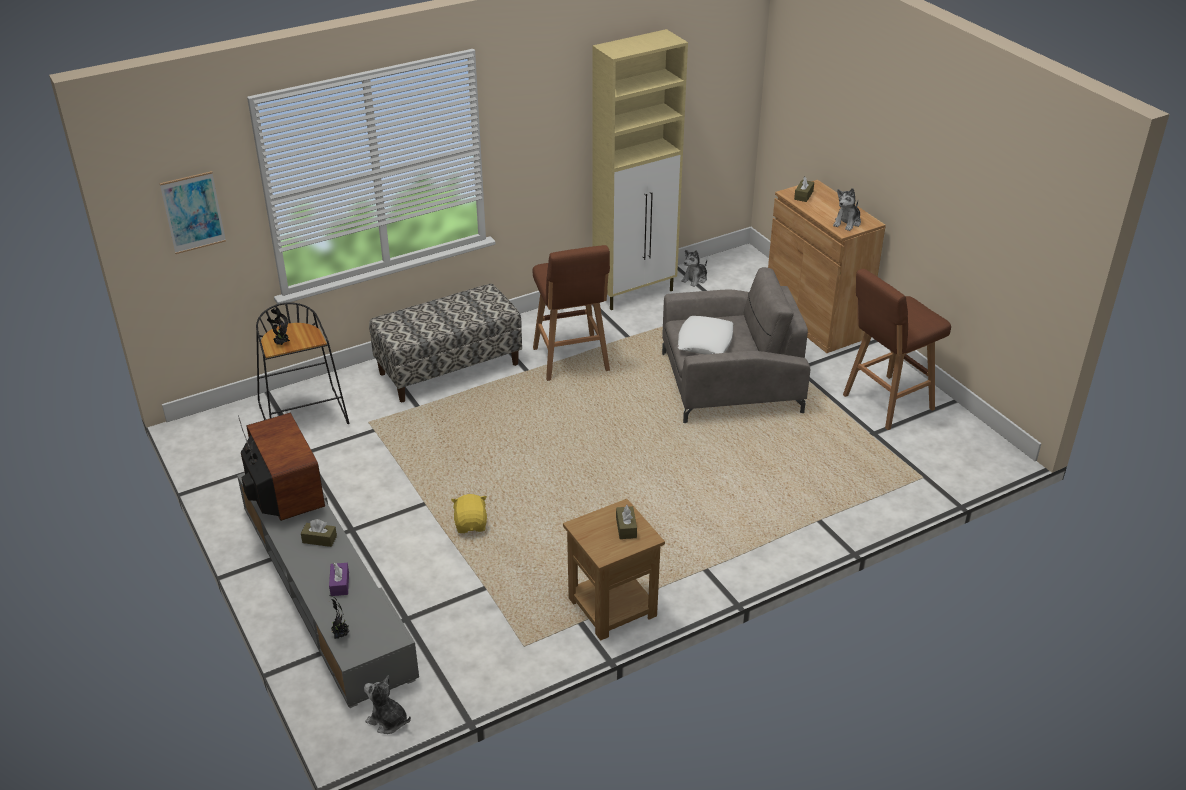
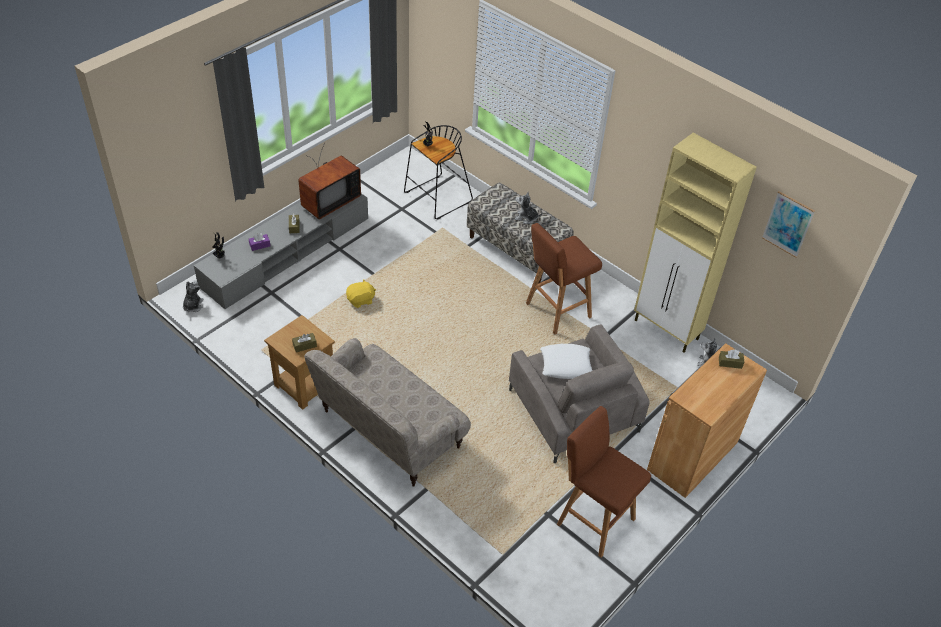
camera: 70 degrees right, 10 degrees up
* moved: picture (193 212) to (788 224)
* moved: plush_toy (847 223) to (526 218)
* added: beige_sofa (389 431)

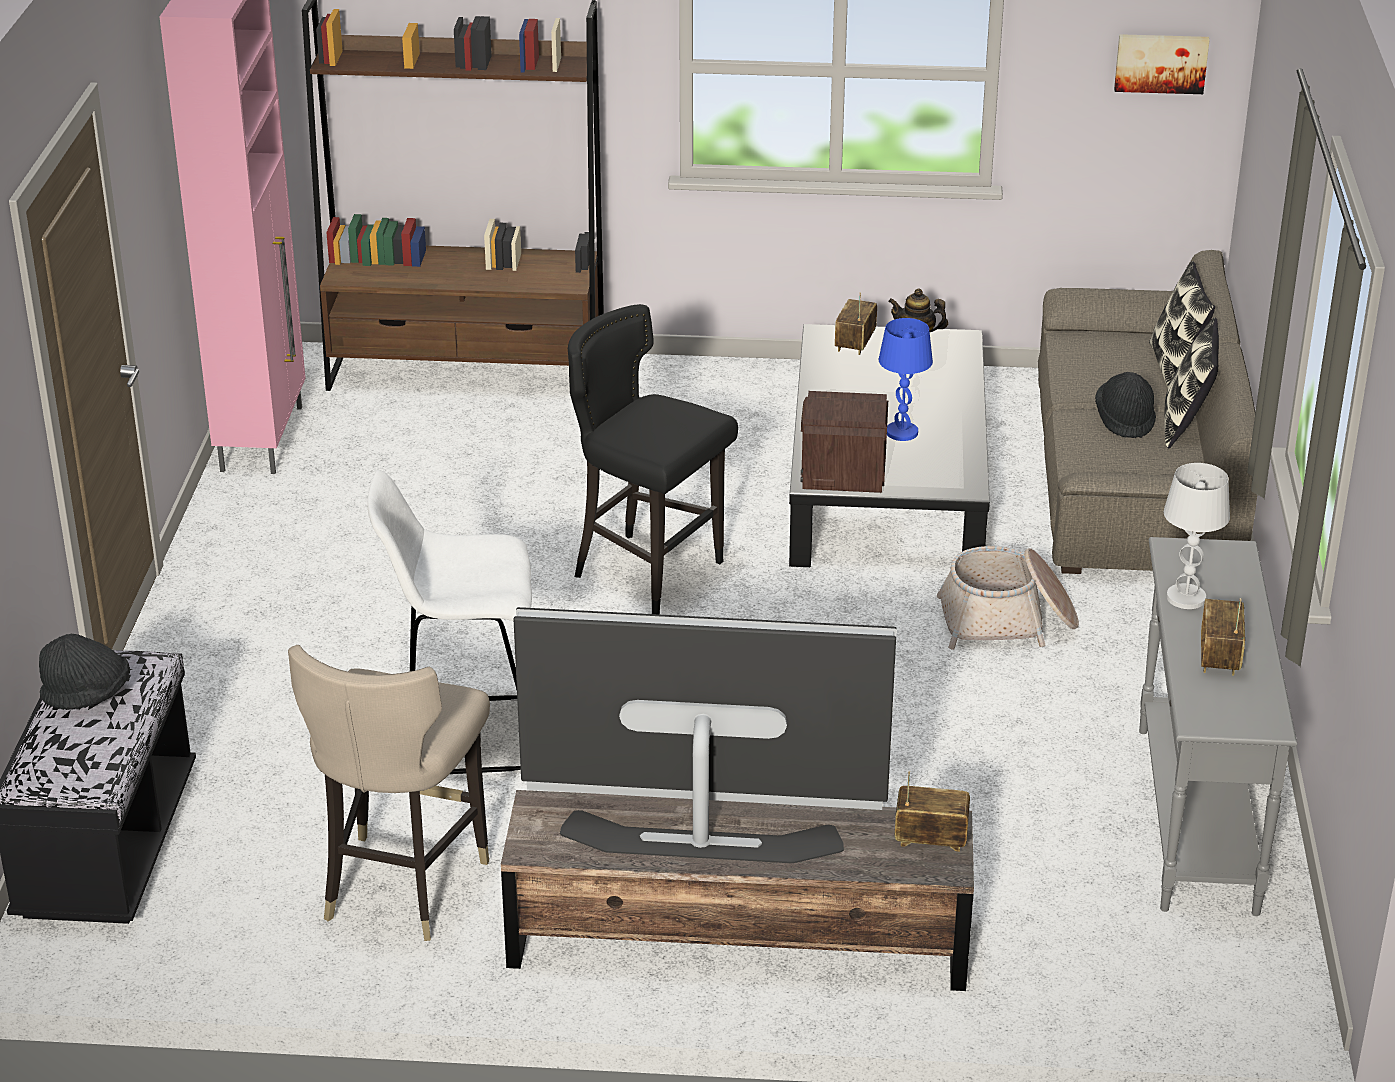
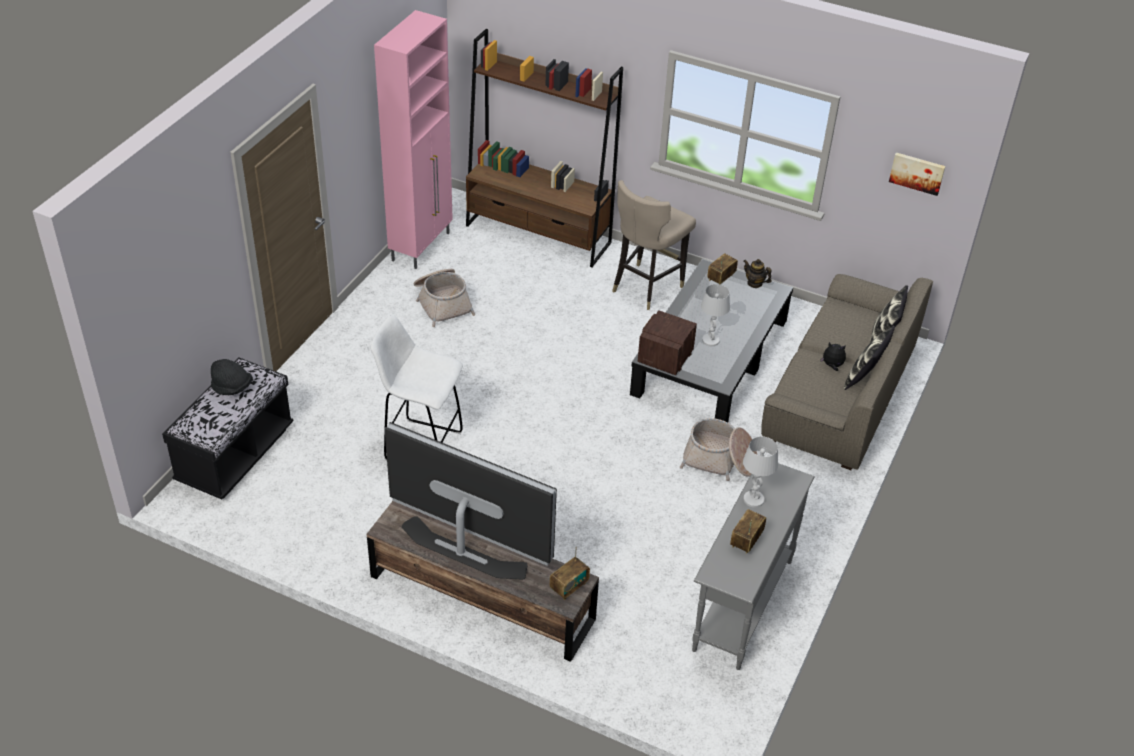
camera: 20 degrees right, 10 degrees up
* removed: black_stool (649 573)
* recoloured: blue_table_lamp (901 432) to white_table_lamp (710 340)
* replaced: black_hat (1125 420) to plush_toy (832 366)
* moved: beige_stool (402 885) to (646 287)
* turned: radio (930 839) = (569 586) 105 degrees clockwise
* added: basket (442 303)

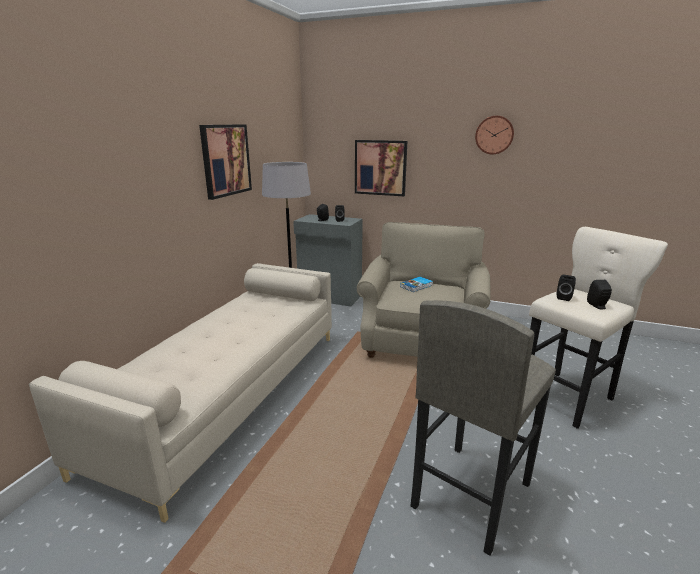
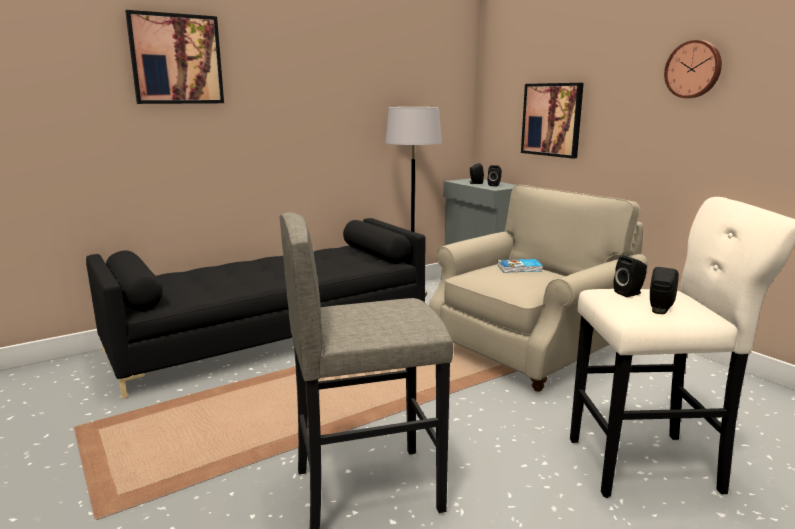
camera: 35 degrees right, 5 degrees down
* moved: picture (225 160) to (176 59)
* recoloured: beige_sofa (229 392) to black_sofa (273 335)

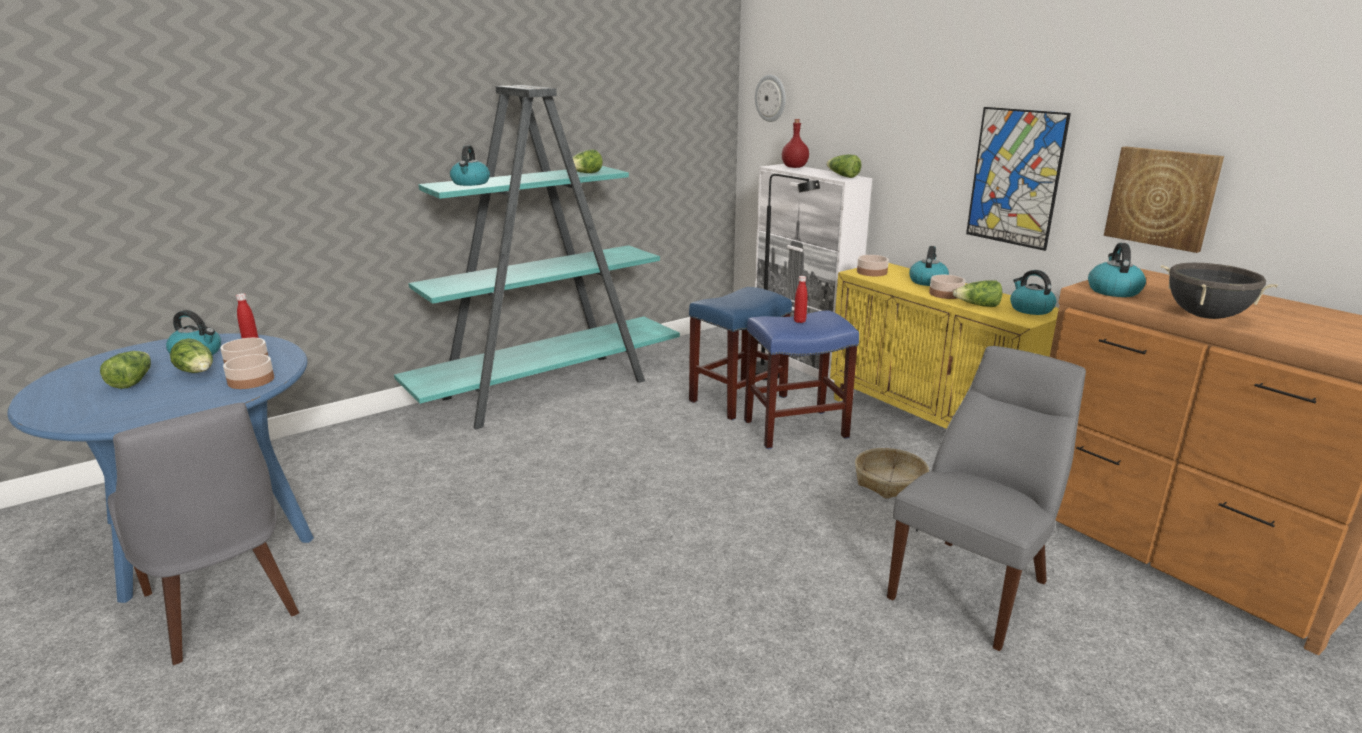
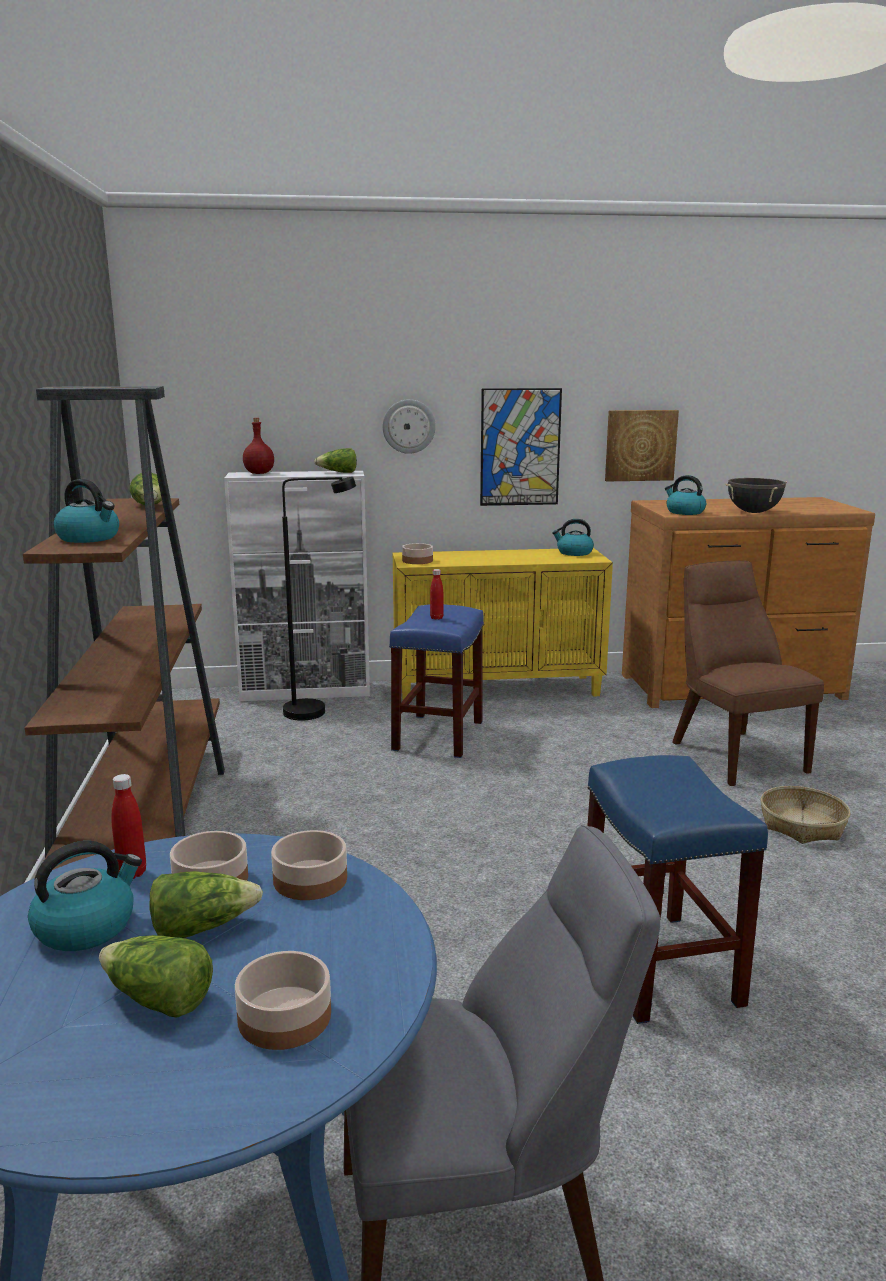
camera: 60 degrees left, 5 degrees down
* moved: wall_clock (771 98) to (408 426)
* recoloured: turquoise_bookcase (549 389) to brown_bookcase (147 830)
* removed: kettle (927 281)
* moved: bowl (946 294) to (284 1016)
* removed: lettuce (978 306)
* moved: blue_stool (738 398) to (656 965)
* recoloured: grey_chair (973 586) to brown_chair (734 754)
* moved: basket (889 482) to (801 825)

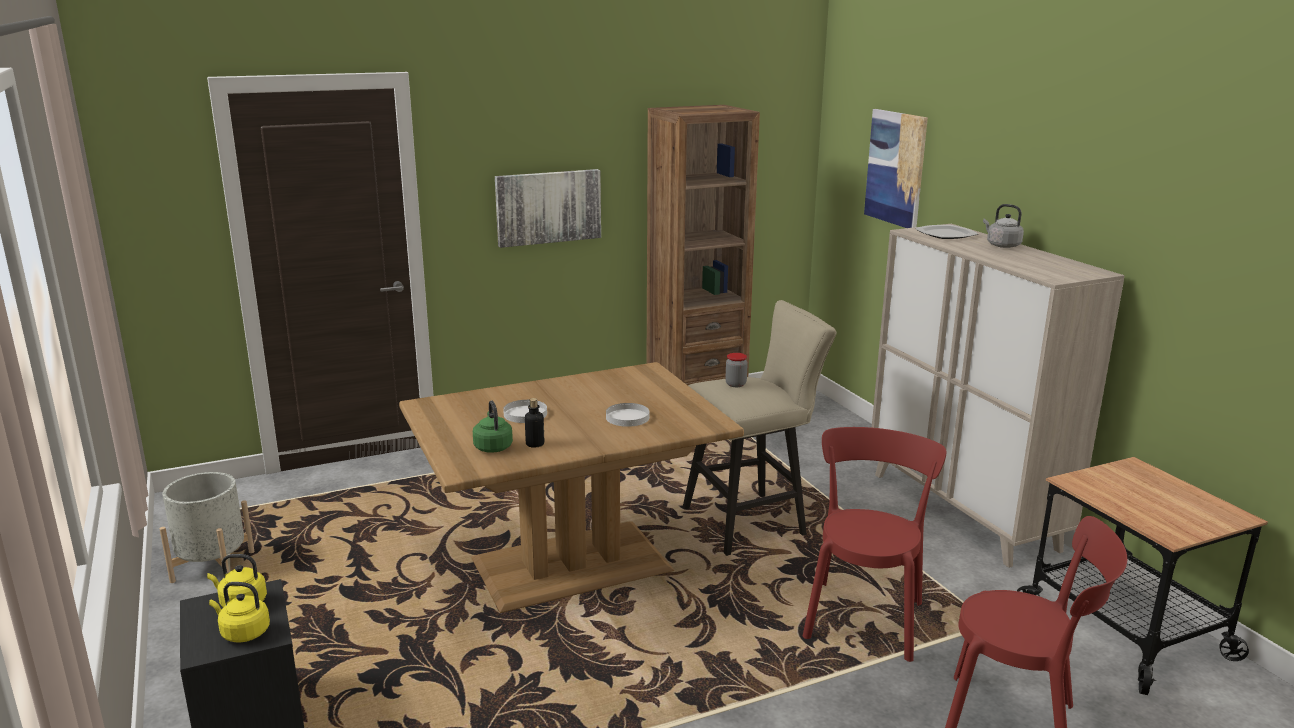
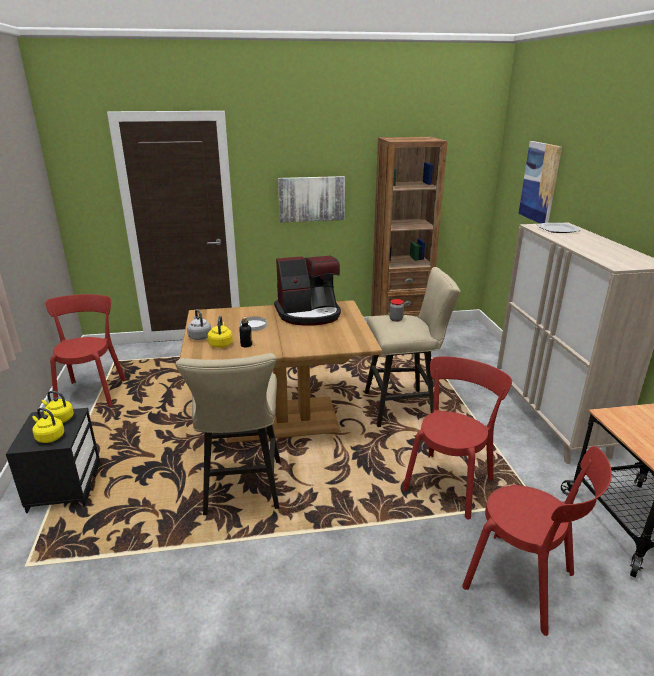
camera: 15 degrees right, 5 degrees up
* moved: grey_kettle (1001 245) to (199 336)
* recoloured: green_kettle (493 446) to yellow_kettle (221 344)
* removed: white_plate (627 417)
* replaced: grey_planter (213 567) to red_chair (92 392)
* added: coffee_machine (309 314)
* added: beige_stool (241 491)

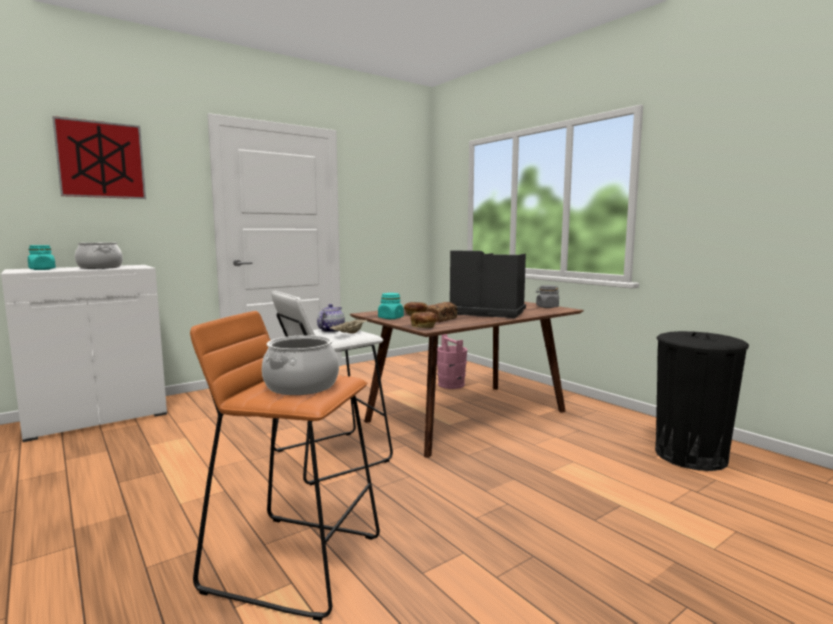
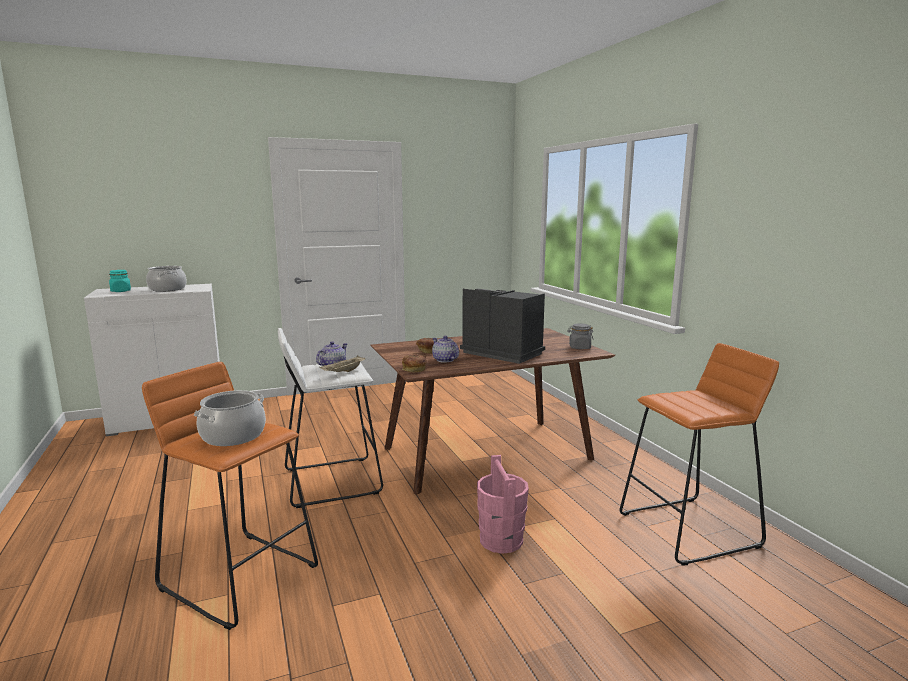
camera: 15 degrees right, 5 degrees up
* removed: picture (101 160)
* removed: turquoise_jar (390 318)
* replaced: bread (441 319) to teapot (445 360)
* replaced: black_trash_can (691 456) to orange_stool (689 530)
* moved: pink_bucket (451 385) to (501 540)

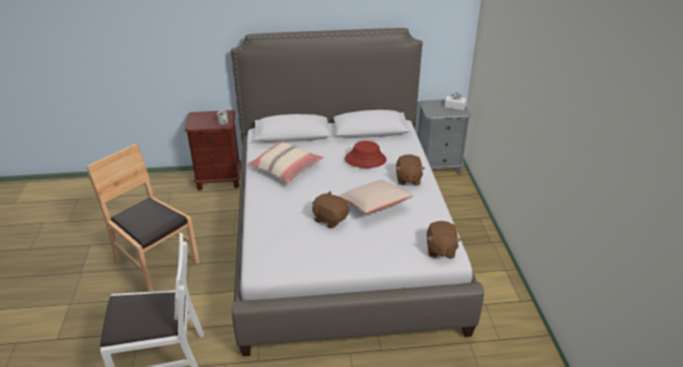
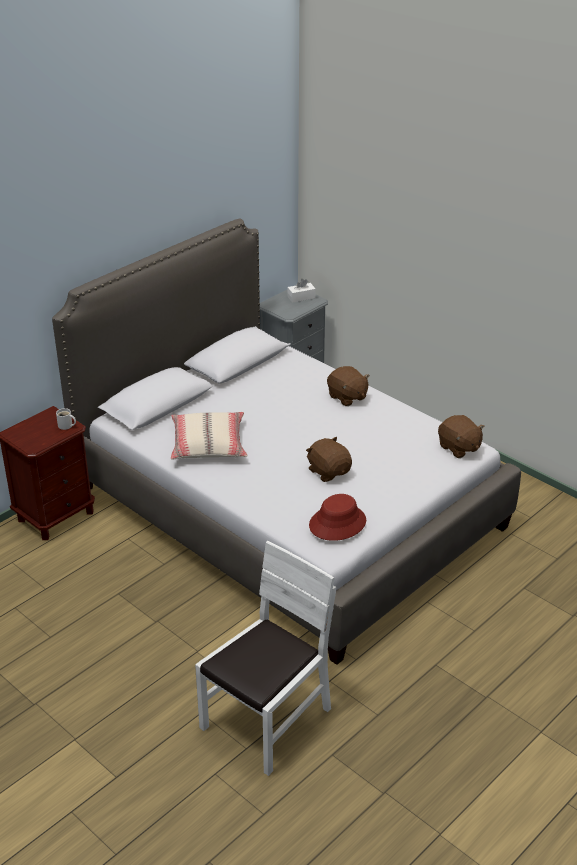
camera: 40 degrees left, 0 degrees up
* moved: red_hat (365 159) to (337 523)
* removed: brown_chair (156 262)
* removed: beige_pillow (374 205)
* turned: brown_plush_toy (330 219) = (329 471) 60 degrees clockwise

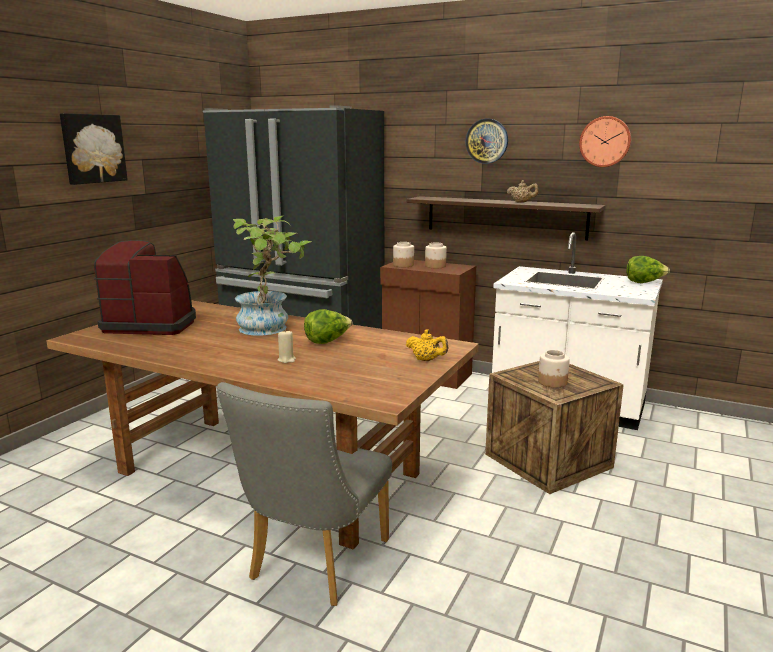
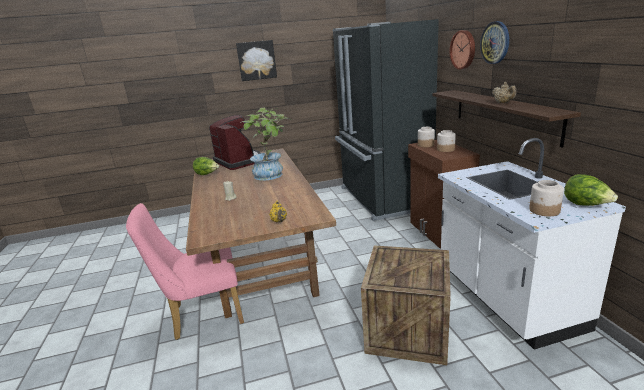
camera: 50 degrees right, 5 degrees up
* moved: wall_clock (605 141) to (463 49)
* moved: lettuce (327 341) to (207 174)
* moved: jar (552 382) to (544 211)
* recoloured: grey_chair (314 565) to pink_chair (202 315)

